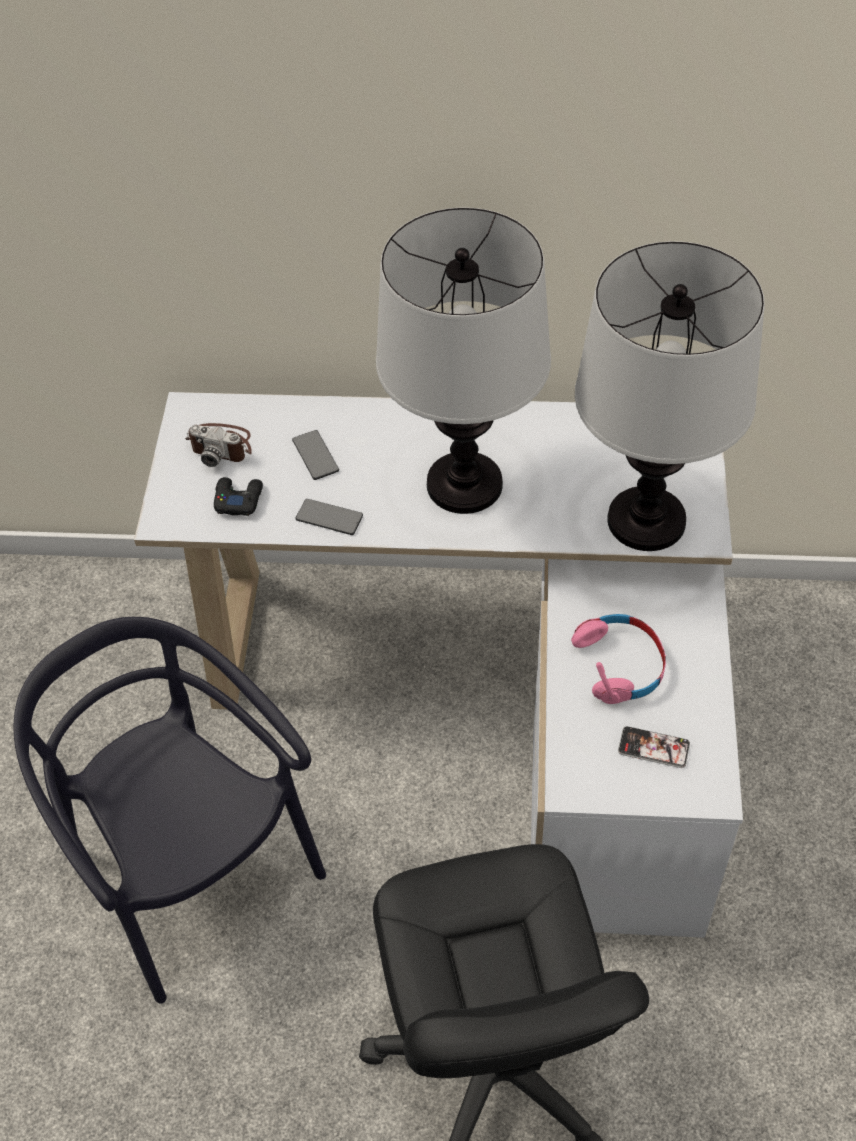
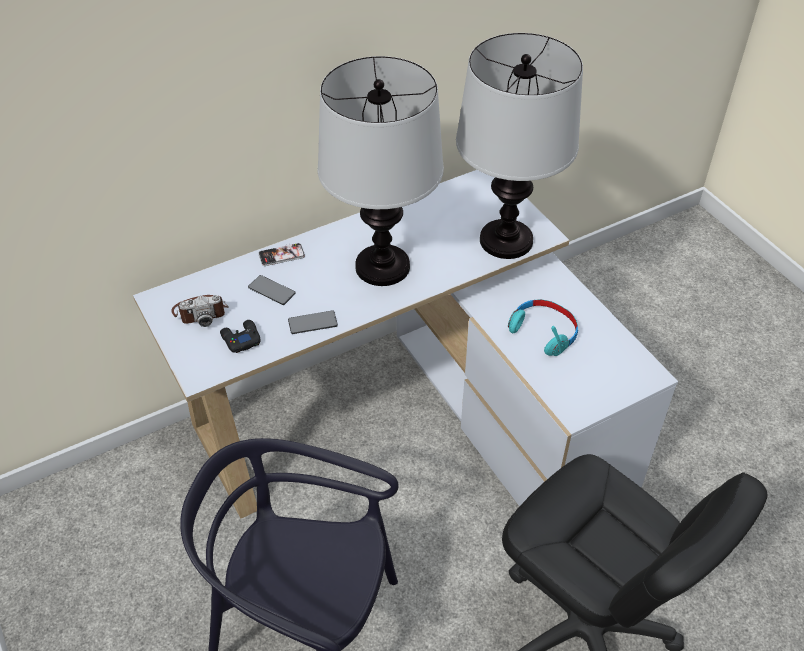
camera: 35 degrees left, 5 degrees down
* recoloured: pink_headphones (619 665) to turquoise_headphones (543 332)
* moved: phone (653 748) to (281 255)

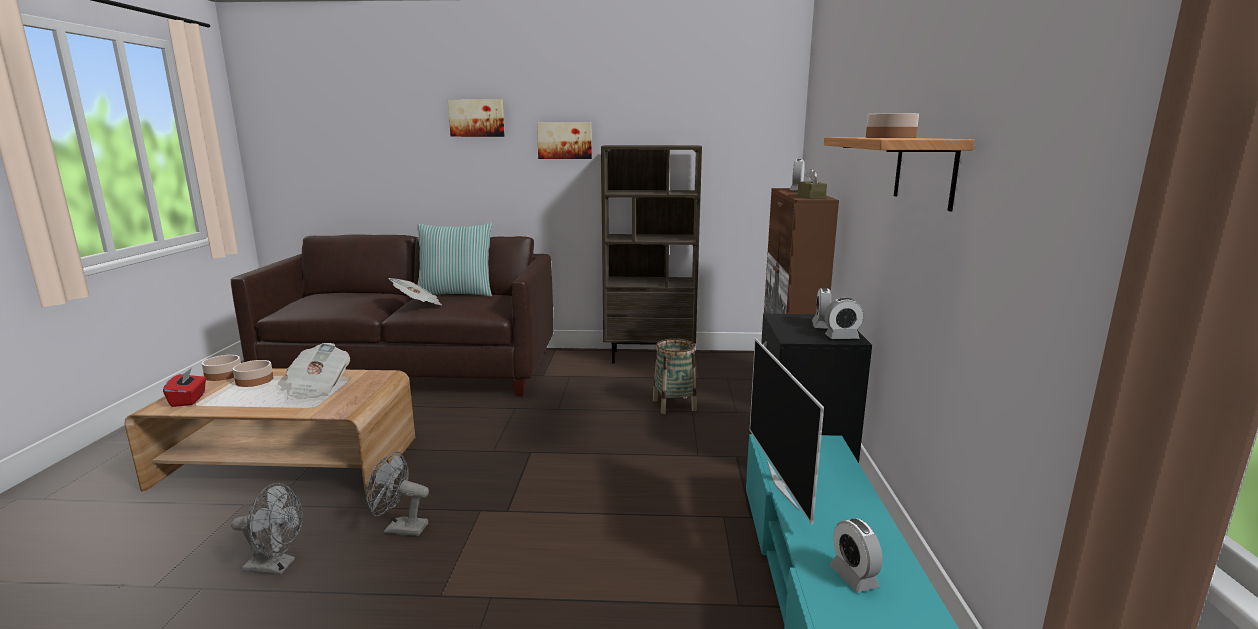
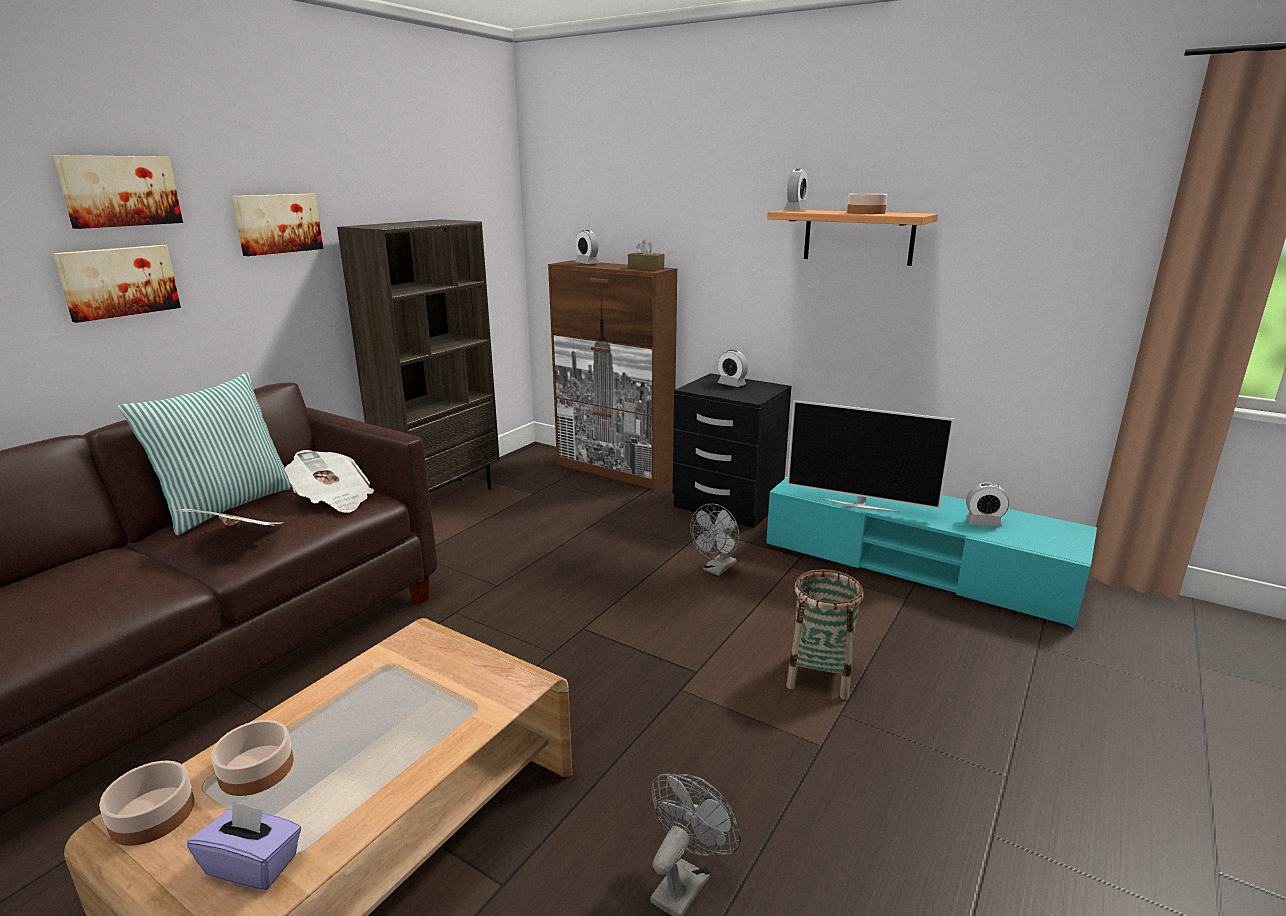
camera: 60 degrees left, 5 degrees up
* moved: alarm_clock (841 337) to (796 211)
* moved: basket (674 405) to (820 676)
* moved: newspaper (317 387) to (333 500)
* recoloured: red_tissue_box (189 400) to purple_tissue_box (253 864)
* moved: grey_fan (399 528) to (717 569)
* added: picture (118 281)

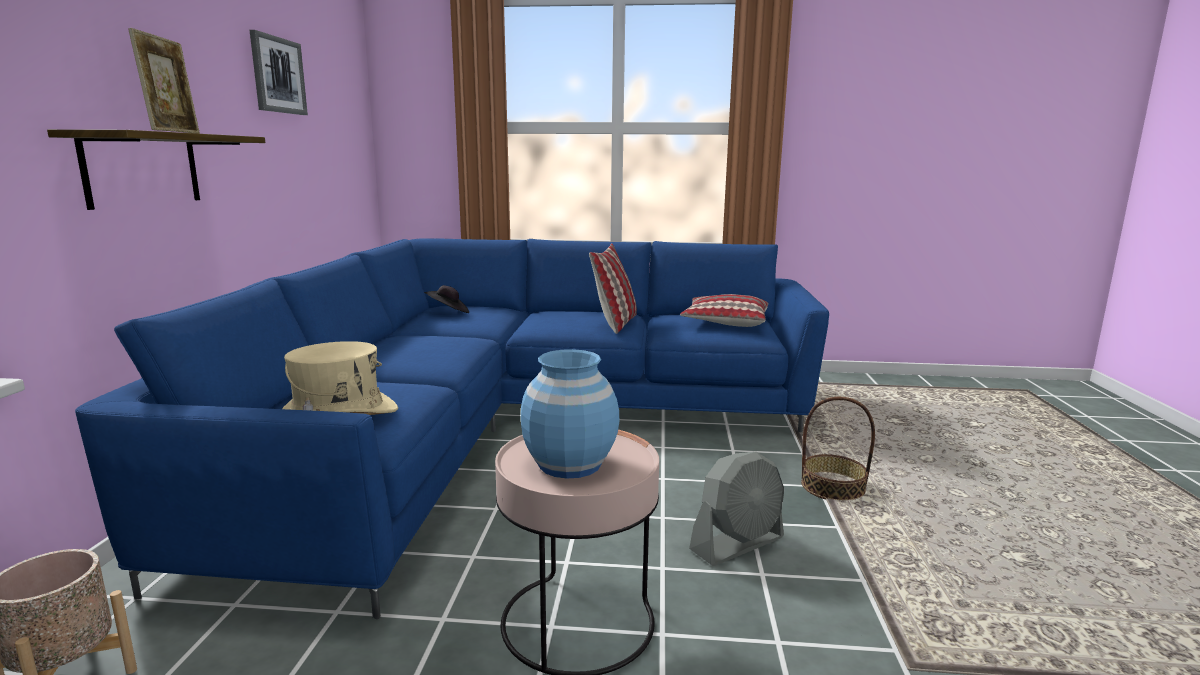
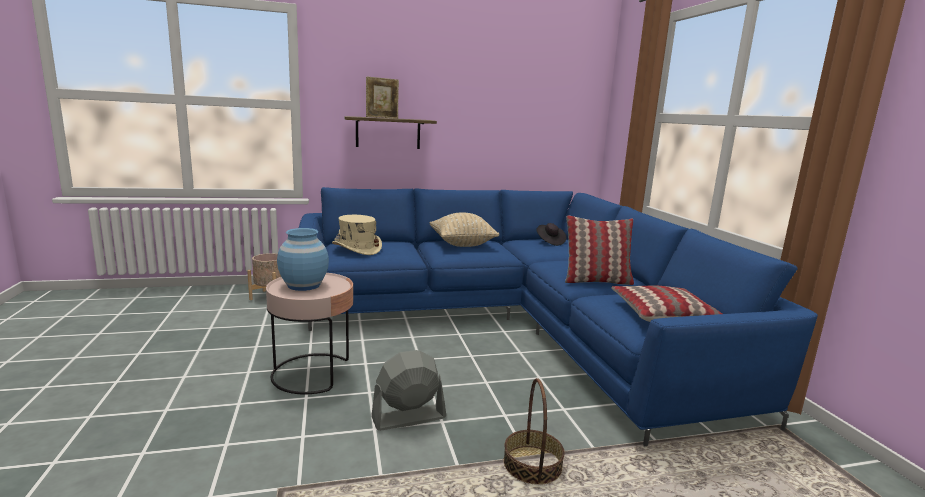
camera: 70 degrees right, 0 degrees up
* removed: picture (277 75)
* turned: grey_fan (737 544) = (408 417) 120 degrees clockwise
* added: beige_pillow (462 244)

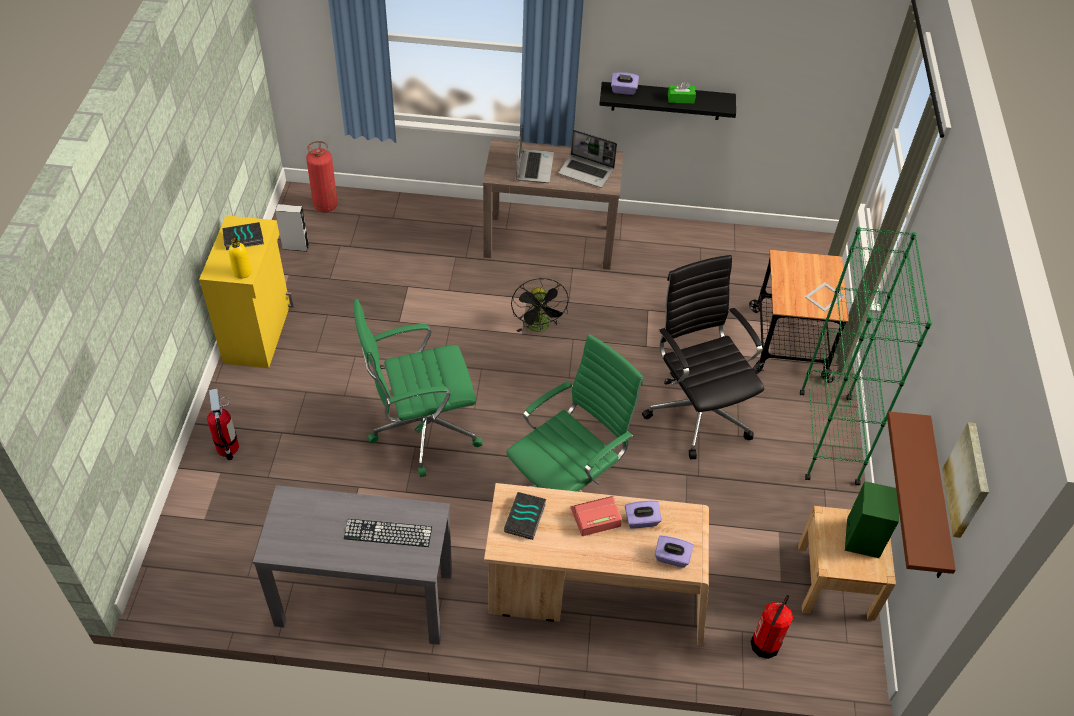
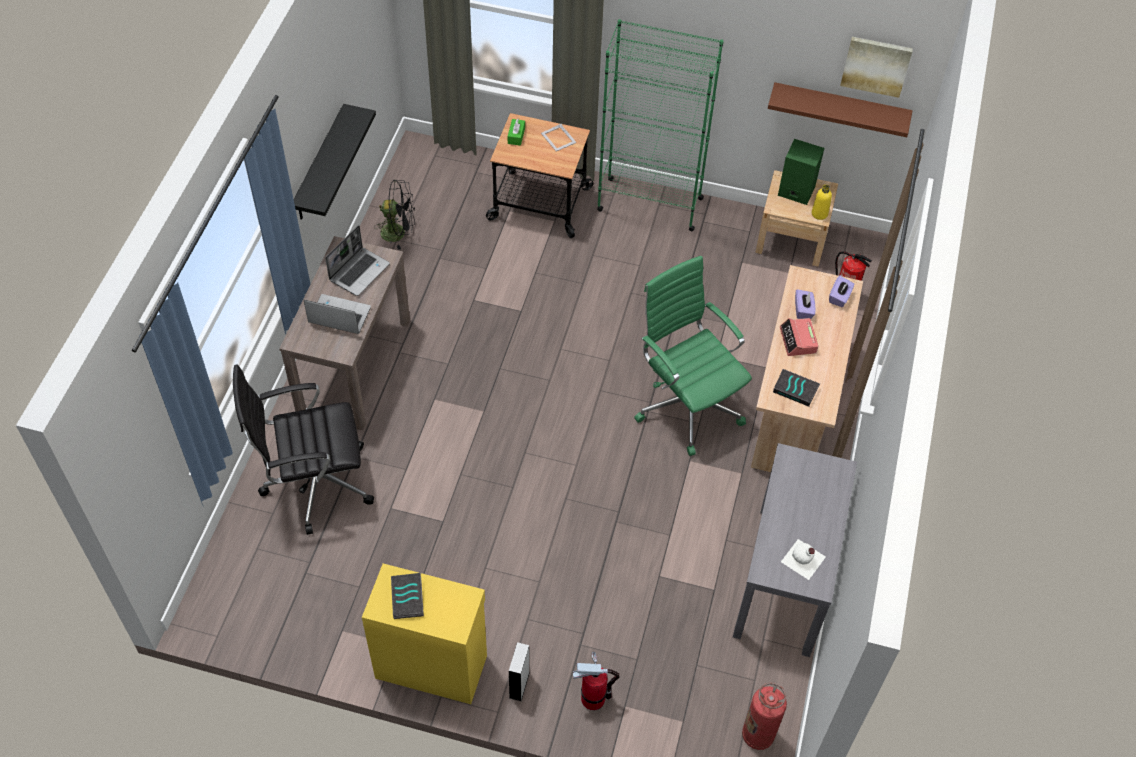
camera: 80 degrees left, 5 degrees up
* removed: purple_tissue_box (623 90)
* moved: green_tissue_box (680 99) to (516 136)
* moved: fire_extinguisher (325 205) to (757 735)
* moved: grey_speaker (295 247) to (519 685)
* moved: yellow_bottle (242 272) to (819 213)
* moved: black_office_chair (697 410) to (314 483)
* moved: black_fan (539 327) to (398 232)
* removed: green_office_chair (422 429)
* removed: keyboard (388 533)
* added: white_bottle (803 560)

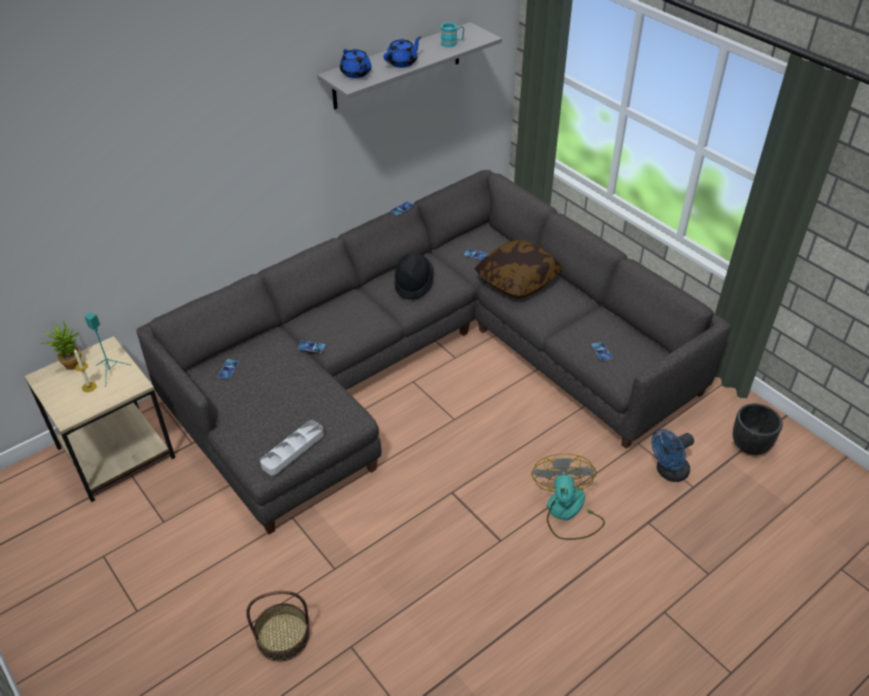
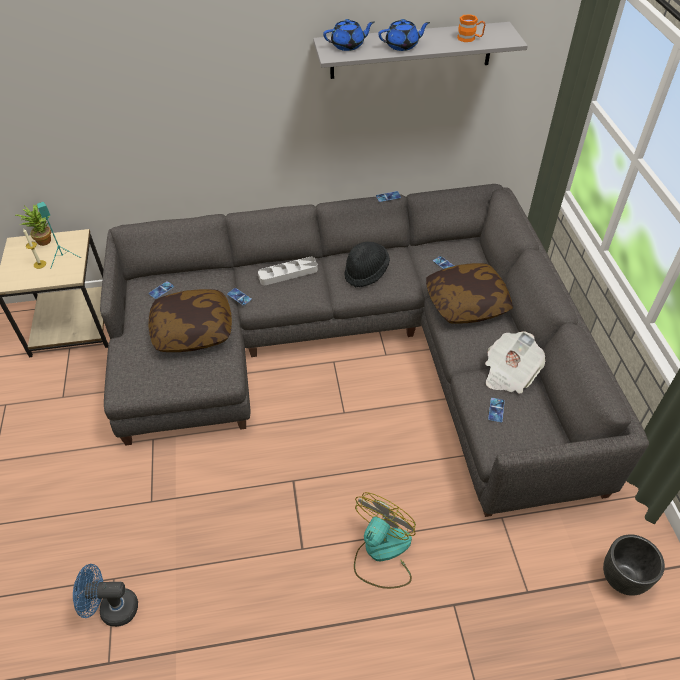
camera: 30 degrees right, 5 degrees up
* recoloured: turquoise_mug (452 43) to orange_mug (470 38)
* turned: blue_teapot (356 73) = (348 45) 105 degrees counterclockwise
* moved: grey_tray (293 450) to (288 273)
* moved: blue_fan (668 472) to (112 609)
* removed: basket (283 636)
* added: pillow (193 330)
* added: newspaper (509 373)

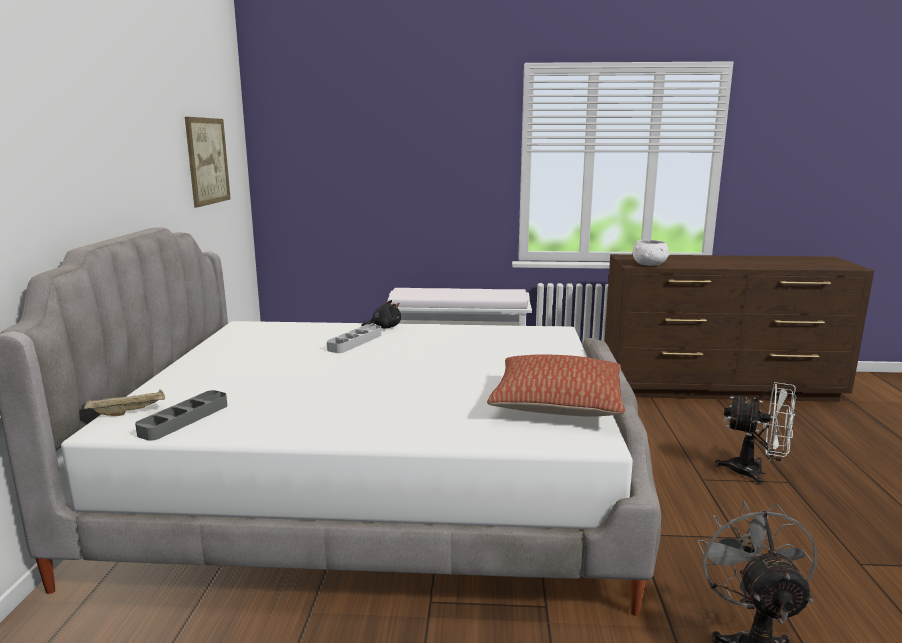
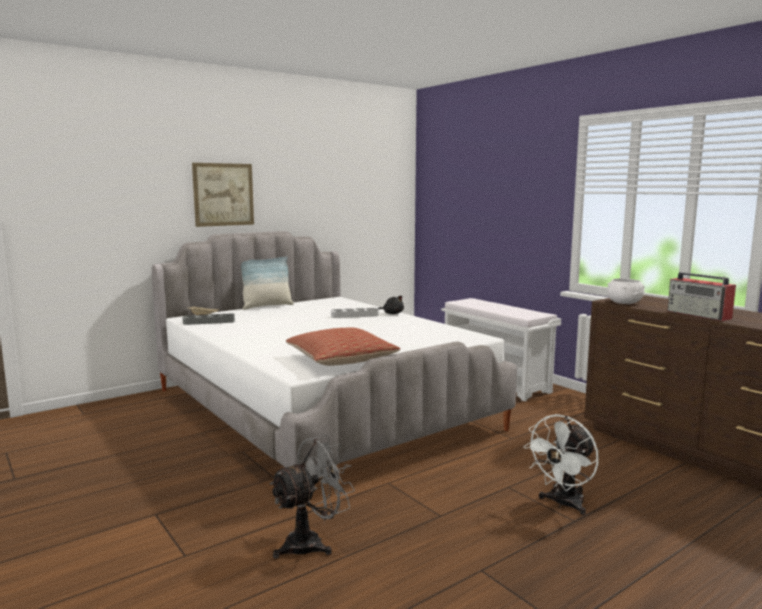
camera: 50 degrees right, 5 degrees down
* moved: picture (207 161) to (223 194)
* turned: white_fan (755 472) = (563 504) 60 degrees clockwise
* added: pillow (267 306)
* added: radio (699 315)

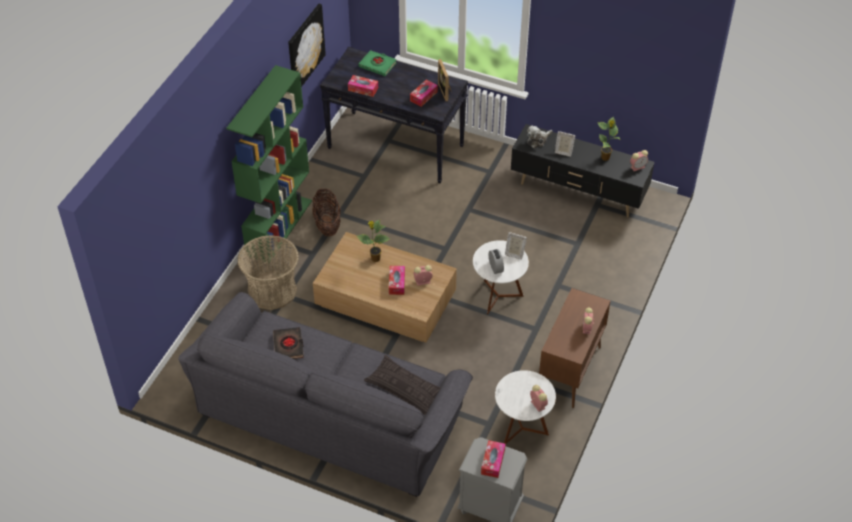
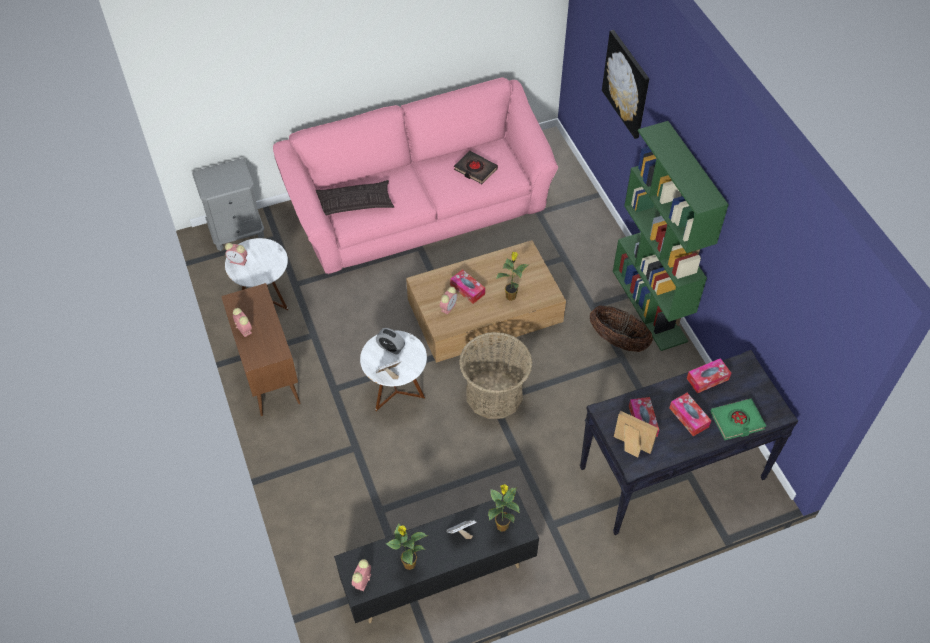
camera: 135 degrees right, 5 degrees up
* moved: picture (305 48) to (626 84)
* replaced: plush_toy (538 140) to potted_plant (502 525)
* moved: basket (272 290) to (494 394)
* recoloured: grey_sofa (330 413) to pink_sofa (419 207)
* moved: tissue_box (493 462) to (689 417)

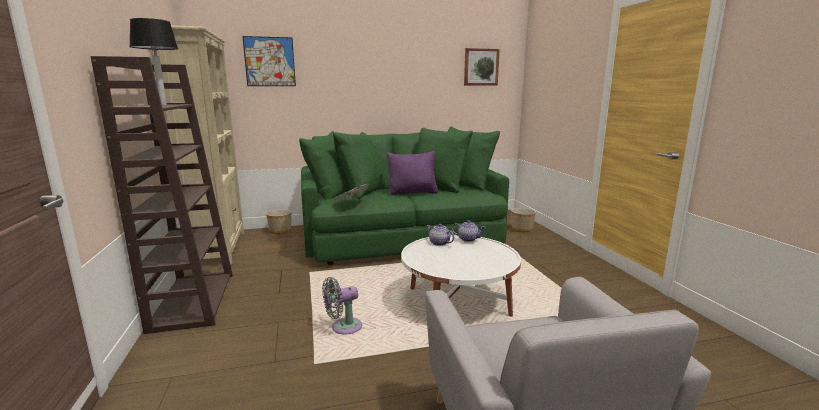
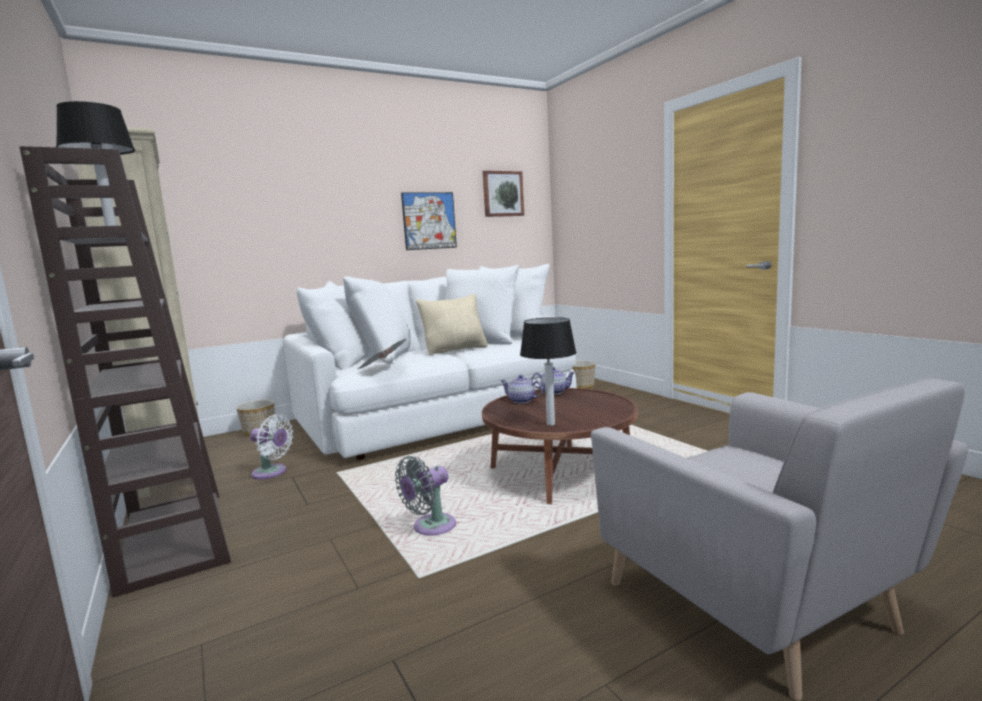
camera: 15 degrees left, 5 degrees down
* moved: picture (269 61) to (429 220)
* recoloured: green_sofa (401 236) to white_sofa (437 414)
* recoloured: purple_pillow (413 193) to beige_pillow (455 350)
* recoloured: white_coffee_table (458 302) to brown_coffee_table (560 472)
* added: table_lamp (550 424)
* added: white_fan (272 473)

